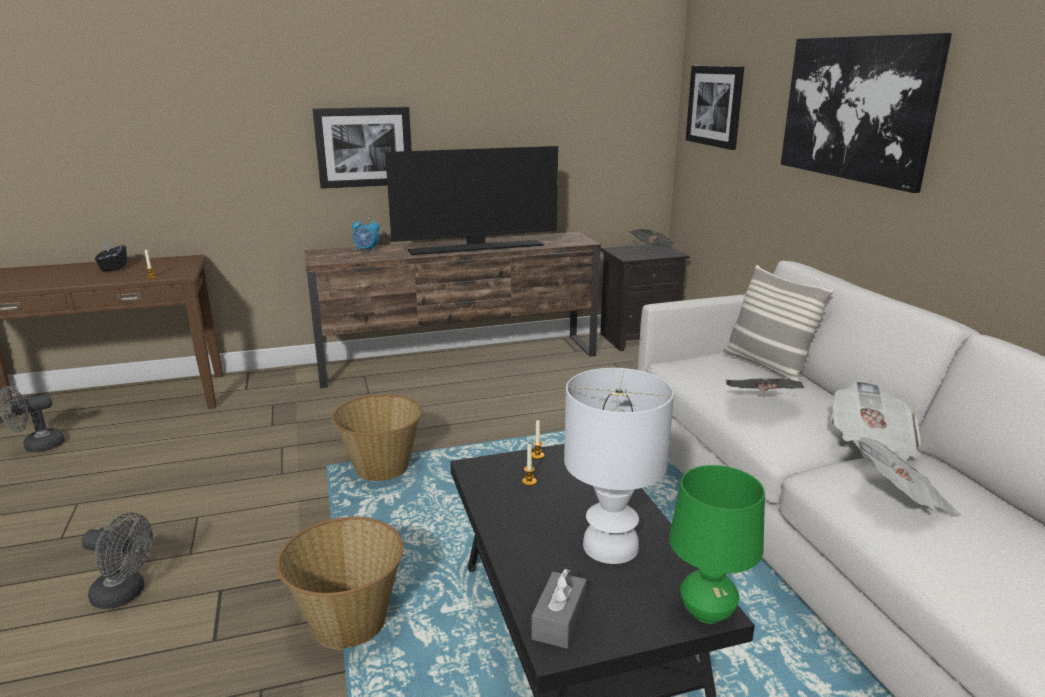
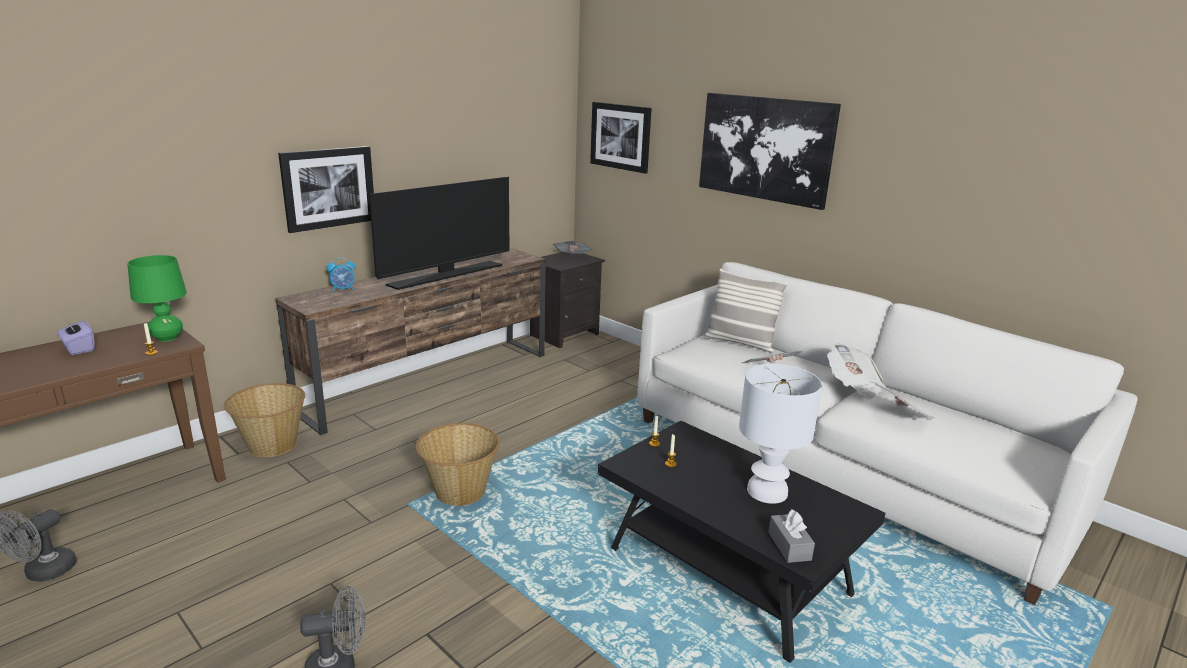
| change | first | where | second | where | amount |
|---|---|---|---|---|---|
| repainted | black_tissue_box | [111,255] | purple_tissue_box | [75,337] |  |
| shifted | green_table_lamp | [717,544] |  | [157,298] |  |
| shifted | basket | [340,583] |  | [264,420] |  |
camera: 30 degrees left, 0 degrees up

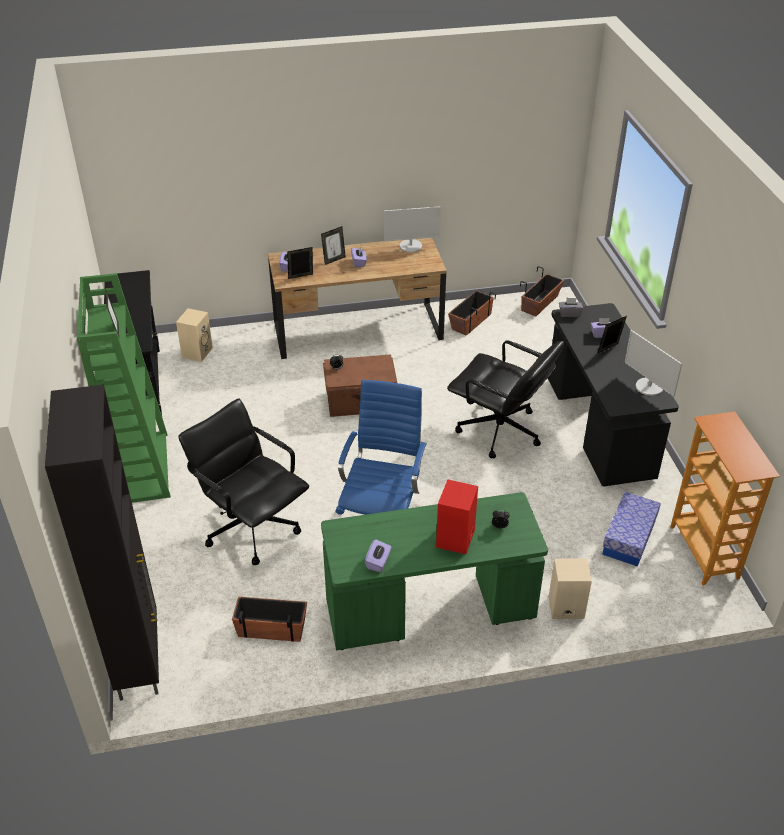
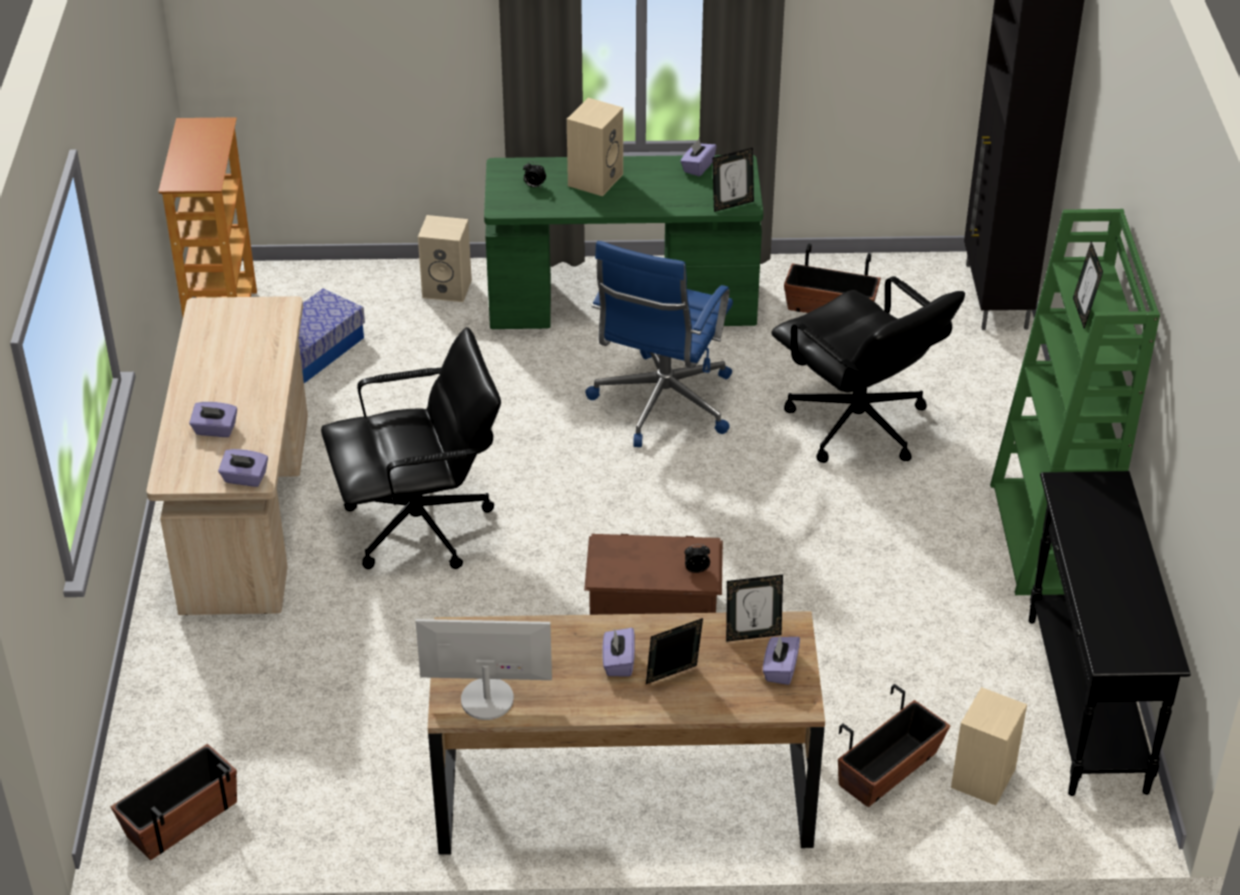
| change | first | where | second | where | amount |
|---|---|---|---|---|---|
| shifted | planter | [472,313] |  | [894,745] |  |
| repainted | grey_tissue_box | [571,307] | purple_tissue_box | [243,468] |  |
| repainted | black_desk | [613,394] | beige_desk | [227,455] |  |
| shifted | picture_frame | [612,334] |  | [733,180] |  |
| gone | monitor | [653,363] |  |  |  |
| rotated | black_office_chair | [505,399] |  | [411,448] | 120 degrees clockwise |
| repainted | red_speaker | [457,516] | beige_speaker | [595,147] |  |
camera: 170 degrees left, 0 degrees up

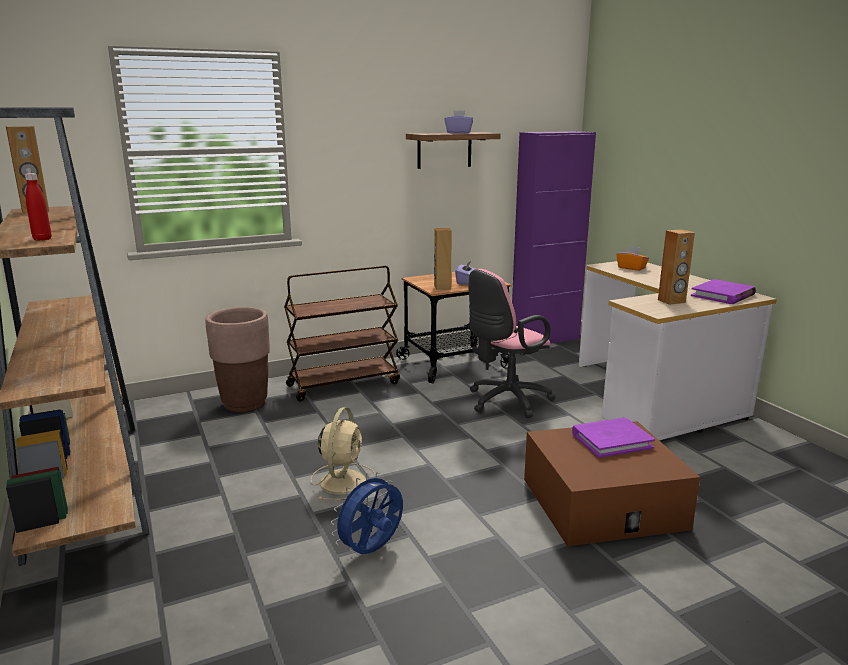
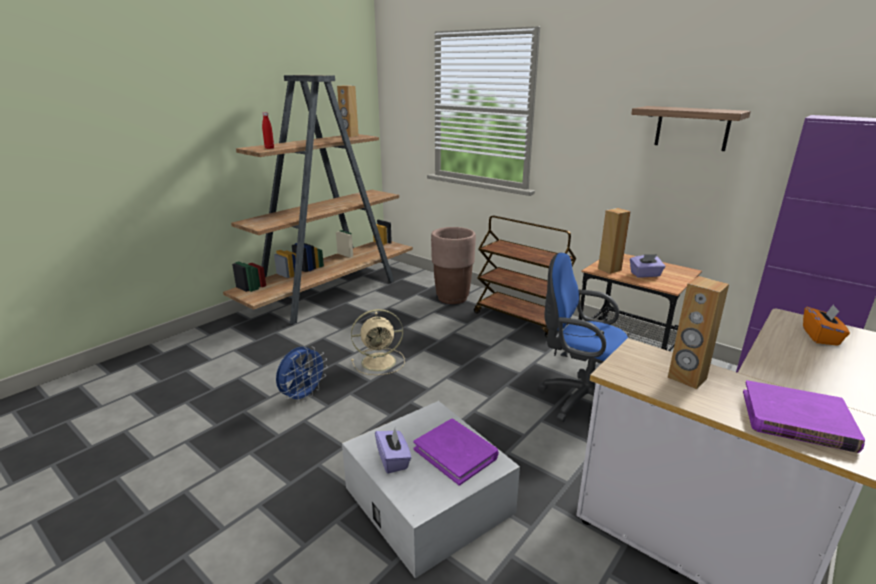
| change | first | where | second | where | amount |
|---|---|---|---|---|---|
| shifted | purple_tissue_box | [459,121] |  | [393,450] |  |
| repainted | pink_office_chair | [512,343] | blue_office_chair | [583,337] |  |
| repainted | brown_storage_box | [612,483] | white_storage_box | [431,489] |  |
| rotated | blue_fan | [367,513] |  | [302,374] | 105 degrees clockwise |
camera: 65 degrees right, 5 degrees up

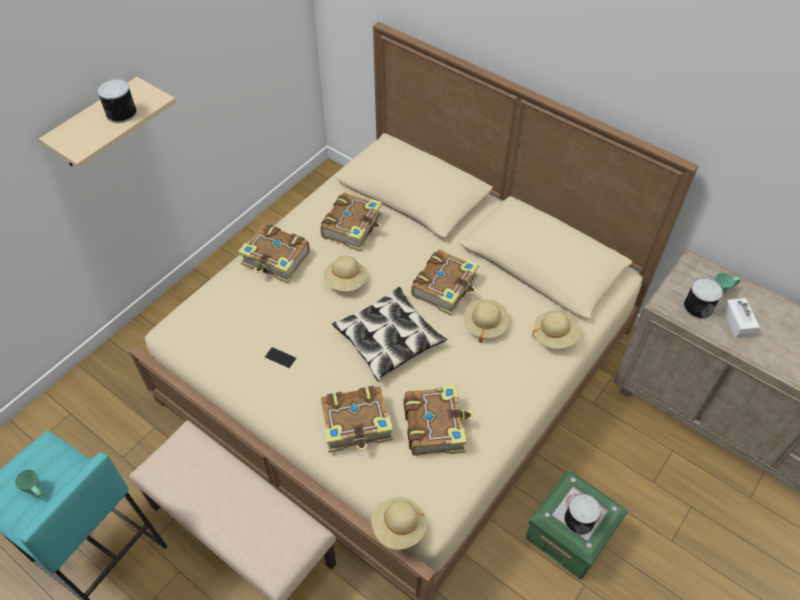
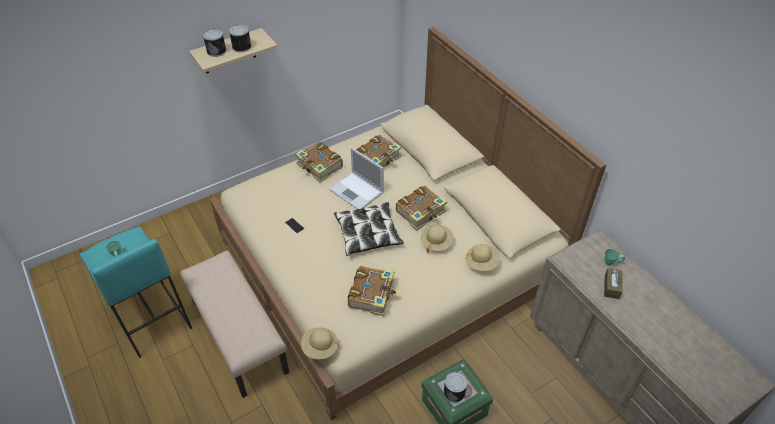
| change | first | where | second | where | amount |
|---|---|---|---|---|---|
| swapped | beige_hat | [345,273] | laptop | [356,178] |  |
| shifted | can | [703,298] |  | [214,43] |  |
| repainted | white_tissue_box | [741,318] | brown_tissue_box | [613,283] |  |
| gone | book | [357,419] |  |  |  |
camera: 20 degrees right, 5 degrees down

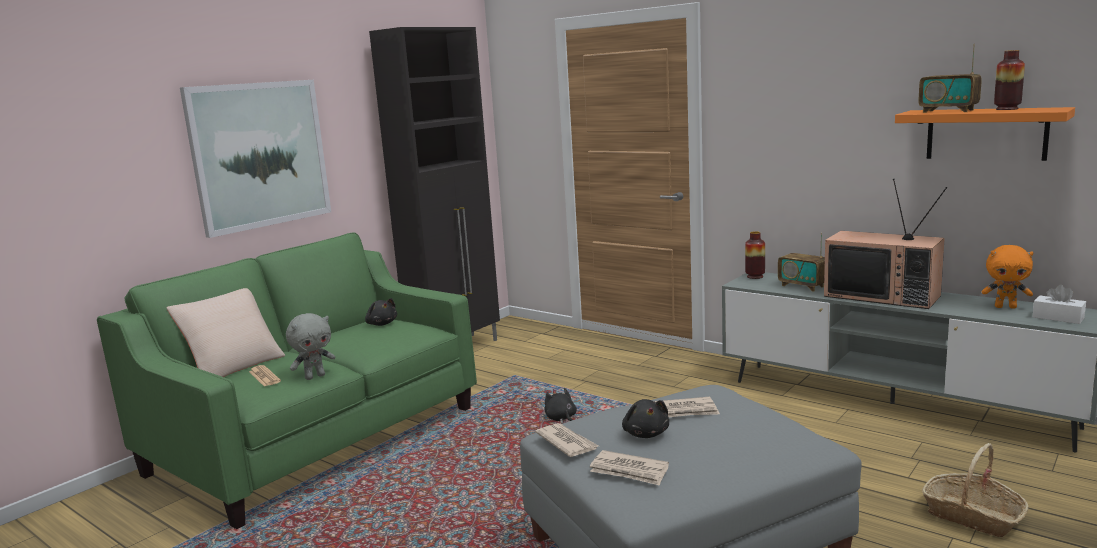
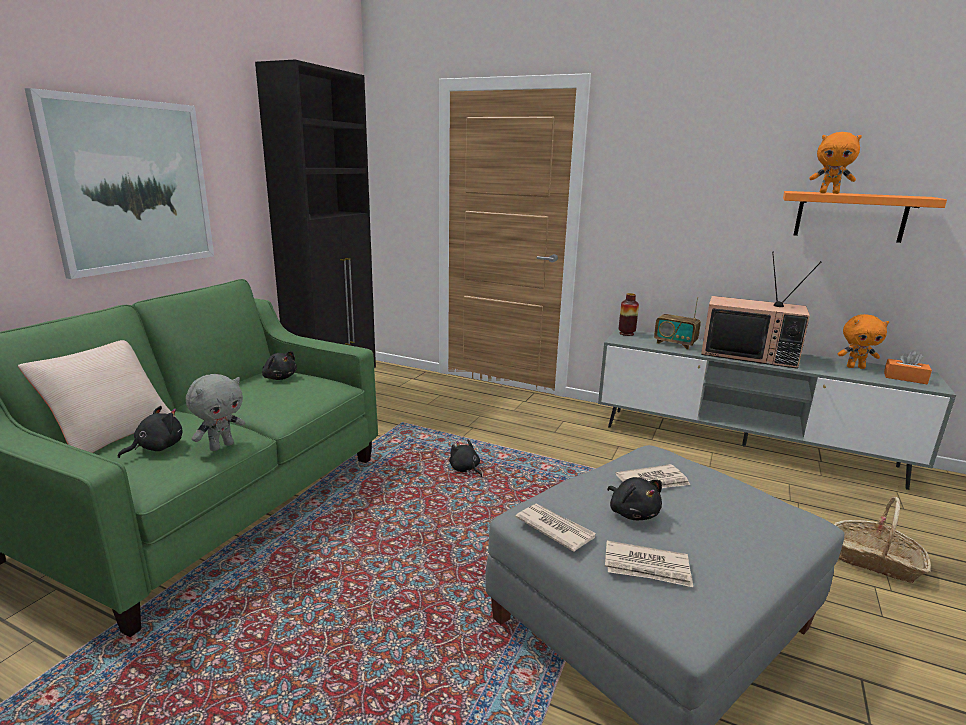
| change | first | where | second | where | amount |
|---|---|---|---|---|---|
| swapped | radio | [950,78] | orange_plush_toy | [835,163] |  |
| gone | vase | [1009,80] |  |  |  |
| repainted | white_tissue_box | [1059,304] | orange_tissue_box | [908,367] |  |
| swapped | newspaper | [265,376] | black_plush_toy | [150,432] |  |
camera: 15 degrees left, 5 degrees up

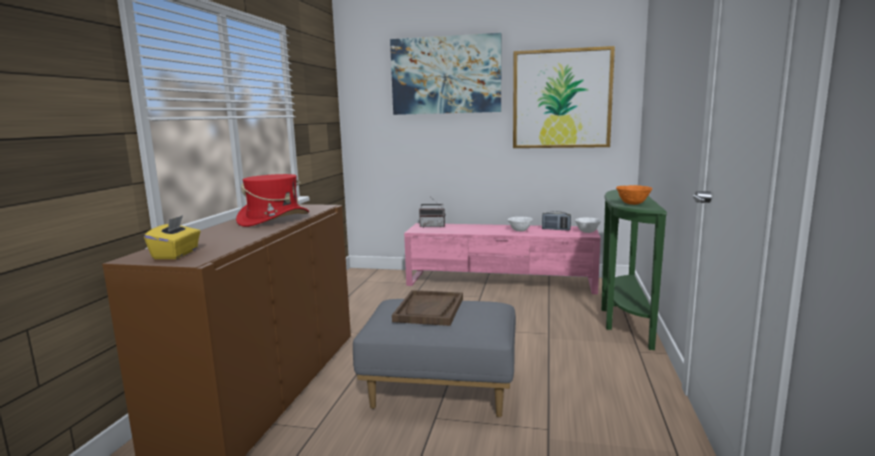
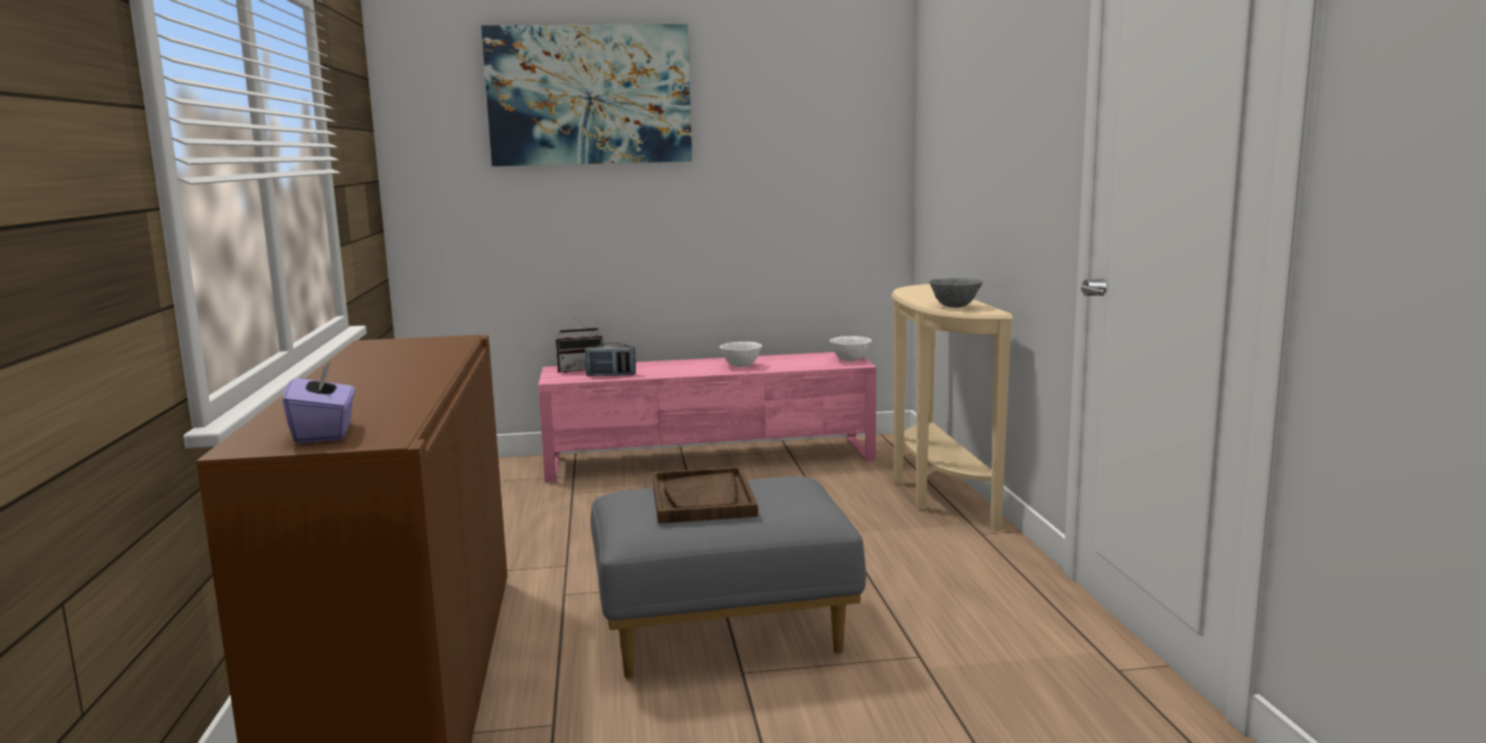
| change | first | where | second | where | amount |
|---|---|---|---|---|---|
| gone | picture | [564,97] |  |  |  |
| gone | red_hat | [272,200] |  |  |  |
| repainted | orange_bowl | [634,195] | grey_bowl | [956,293] |  |
| repainted | green_console_table | [634,270] | beige_console_table | [952,406] |  |
| shifted | radio | [556,221] |  | [610,359] |  |
| repainted | yellow_tissue_box | [172,237] | purple_tissue_box | [319,402] |  |
camera: 20 degrees left, 0 degrees up

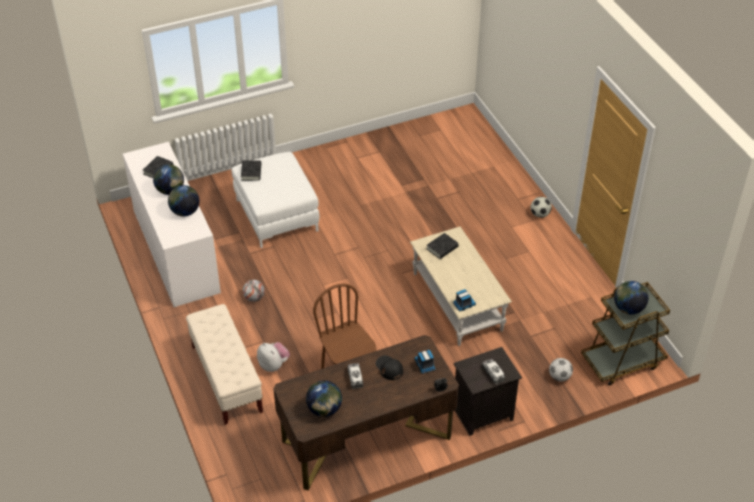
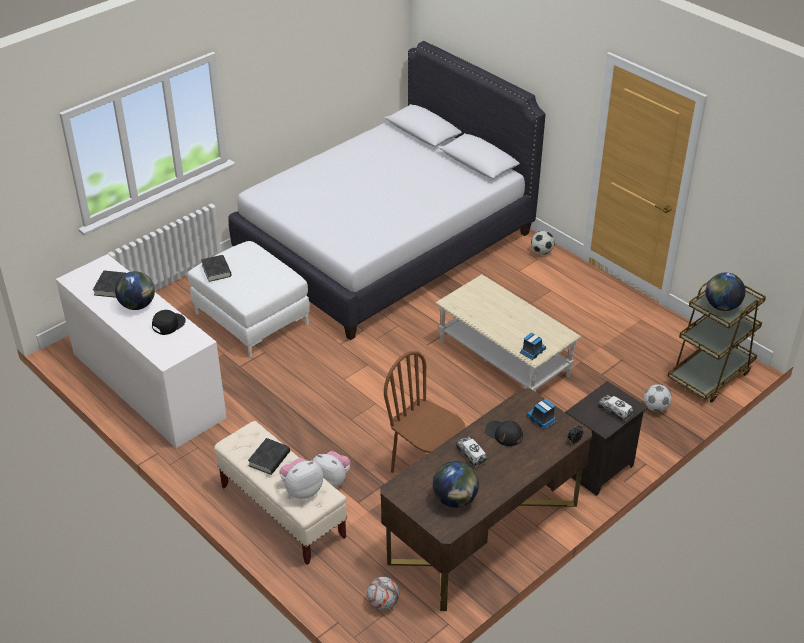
| change | first | where | second | where | amount |
|---|---|---|---|---|---|
| swapped | globe | [183,200] | black_cap | [169,322] |  |
| shifted | black_book | [443,246] |  | [269,456] |  |
| shifted | football | [254,291] |  | [383,593] |  |
| new |  |  | white_bed | [387,190] |  |
| new |  |  | plush_toy | [301,478] |  |
camera: 20 degrees left, 5 degrees down

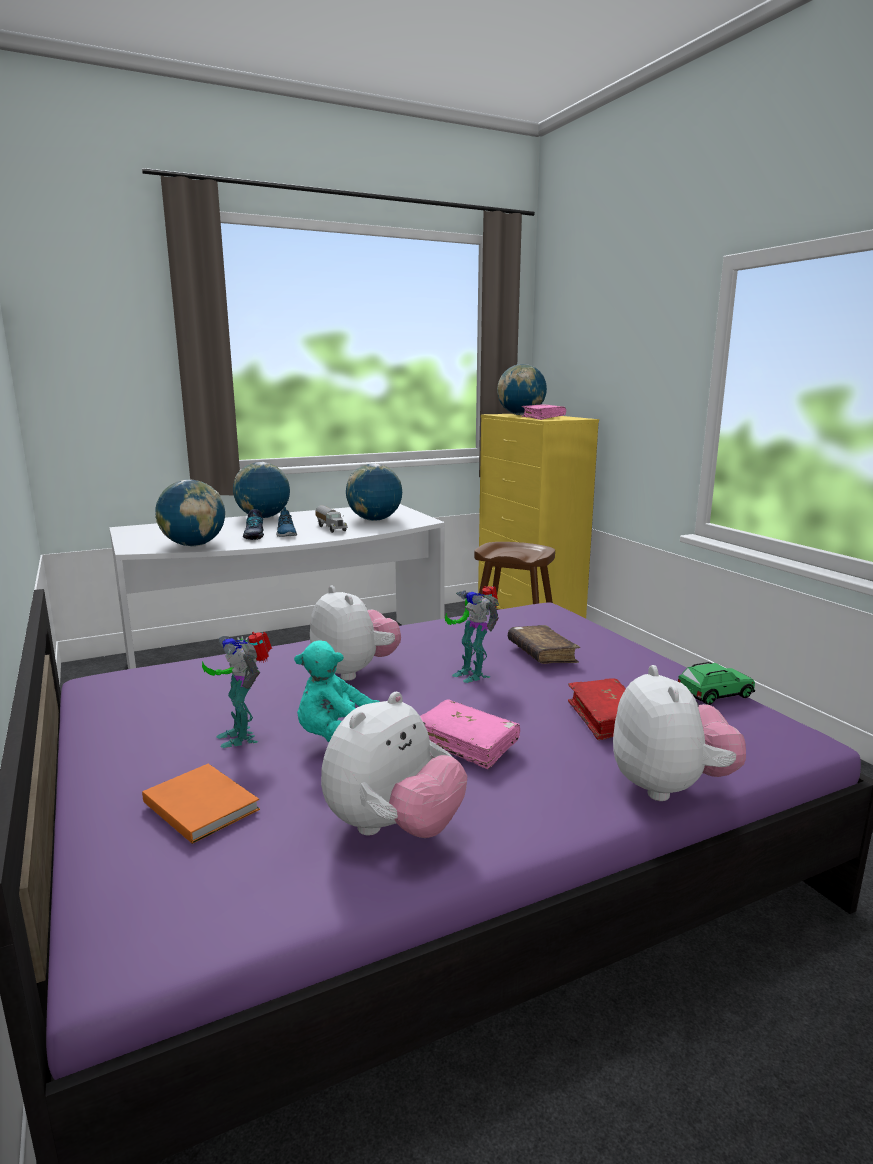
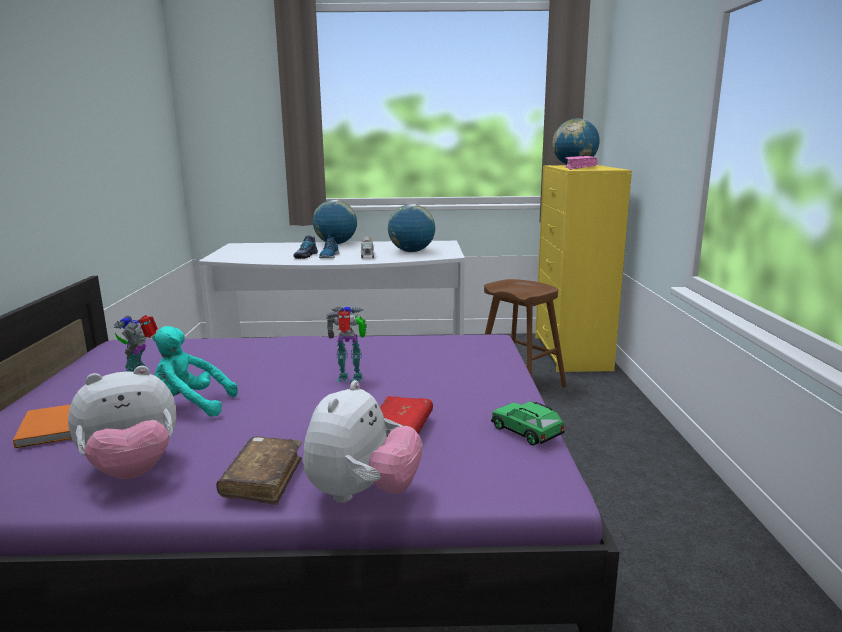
| change | first | where | second | where | amount |
|---|---|---|---|---|---|
| gone | globe | [190,513] |  |  |  |
| gone | plush_toy | [355,633] |  |  |  |
| rotated | toy_robot | [472,634] |  | [346,344] | 105 degrees clockwise |
| shifted | brown_book | [544,644] |  | [259,471] |  |
| rotated | green_toy_car | [716,683] |  | [528,423] | 135 degrees counterclockwise |
| gone | pink_book | [470,734] |  |  |  |
camera: 25 degrees right, 0 degrees up

